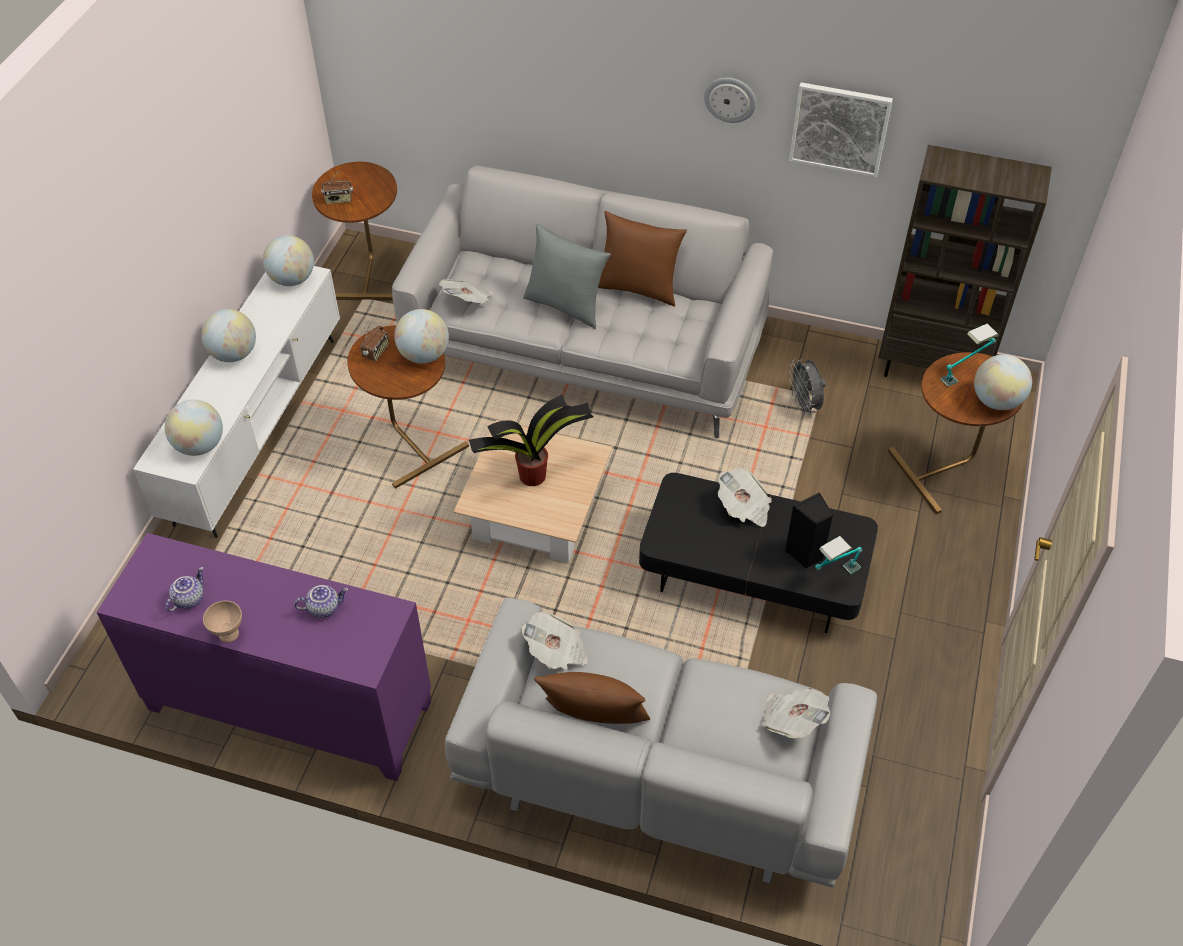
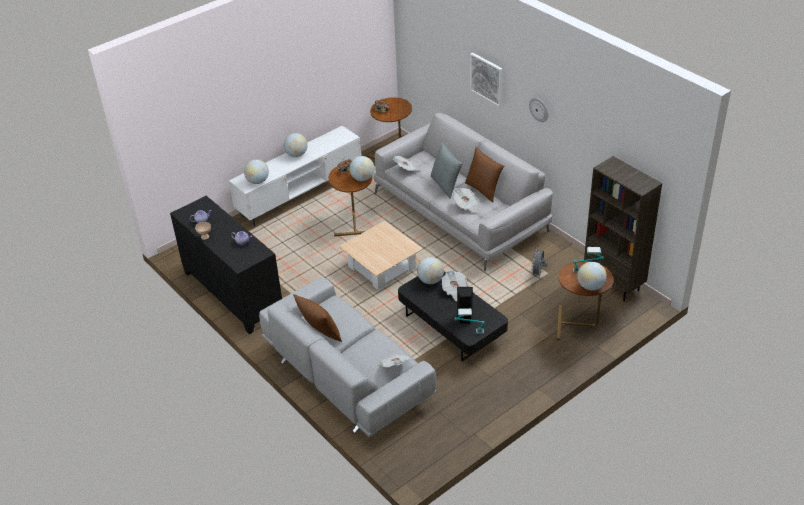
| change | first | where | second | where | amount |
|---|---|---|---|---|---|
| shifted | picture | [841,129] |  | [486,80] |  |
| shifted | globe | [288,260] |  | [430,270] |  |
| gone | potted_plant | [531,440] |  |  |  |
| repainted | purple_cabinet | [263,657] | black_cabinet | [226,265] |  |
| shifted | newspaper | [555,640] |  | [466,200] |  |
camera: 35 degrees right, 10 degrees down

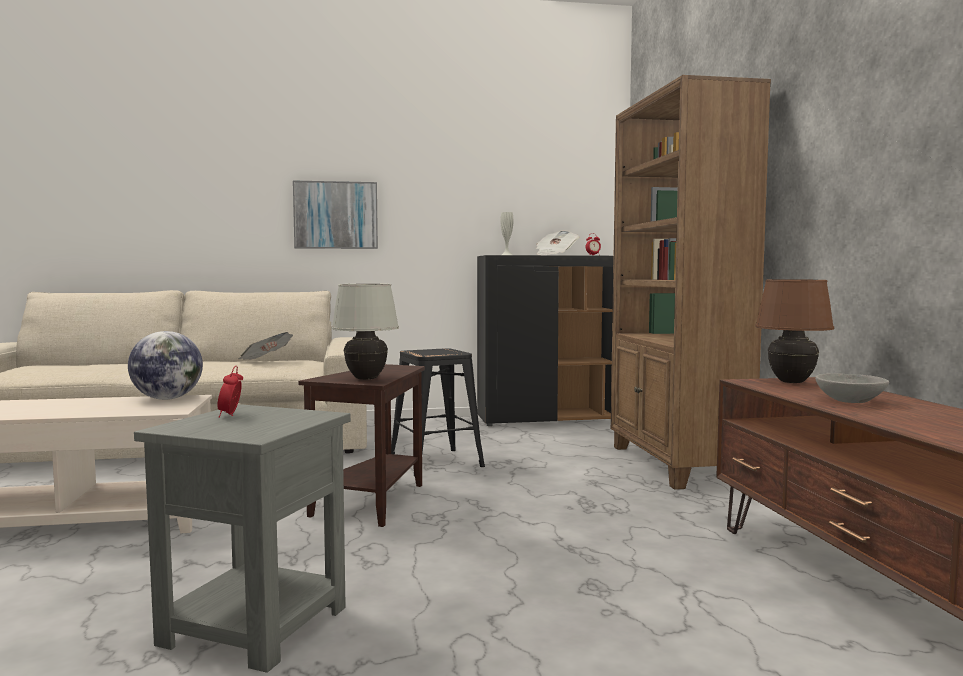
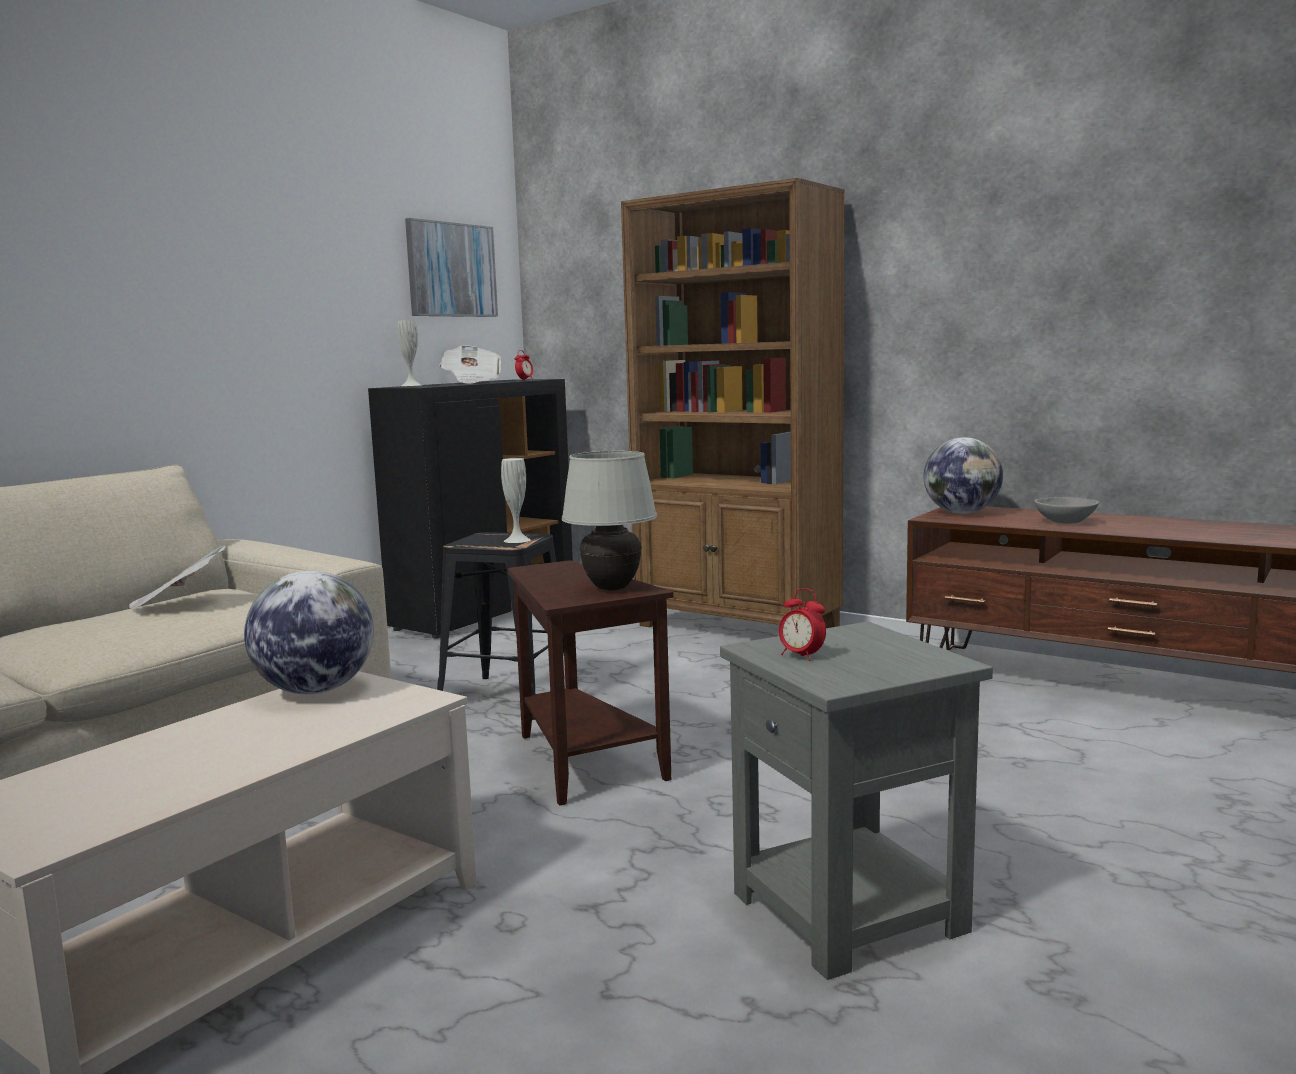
| change | first | where | second | where | amount |
|---|---|---|---|---|---|
| shifted | picture | [335,215] |  | [451,267] |  |
| swapped | brown_table_lamp | [794,331] | globe | [963,475] |  |
| new |  |  | white_vase | [516,500] |  |
camera: 45 degrees left, 5 degrees up

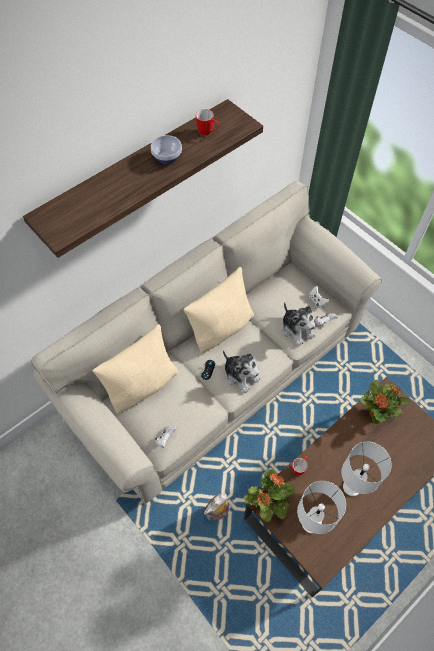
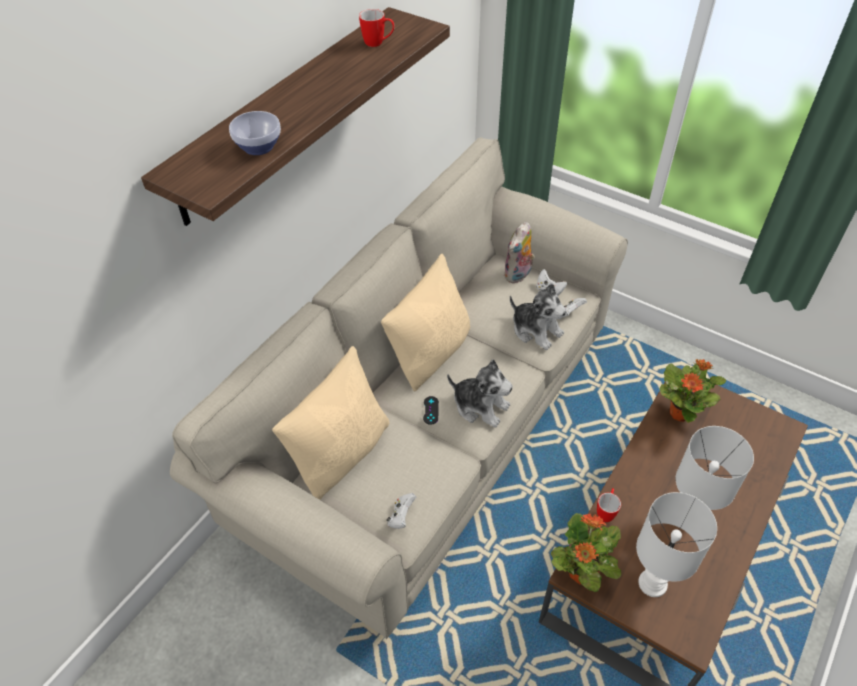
| change | first | where | second | where | amount |
|---|---|---|---|---|---|
| shifted | bowl | [166,149] |  | [255,133] |  |
| shifted | plush_toy | [216,507] |  | [519,253] |  |
camera: 15 degrees left, 10 degrees down

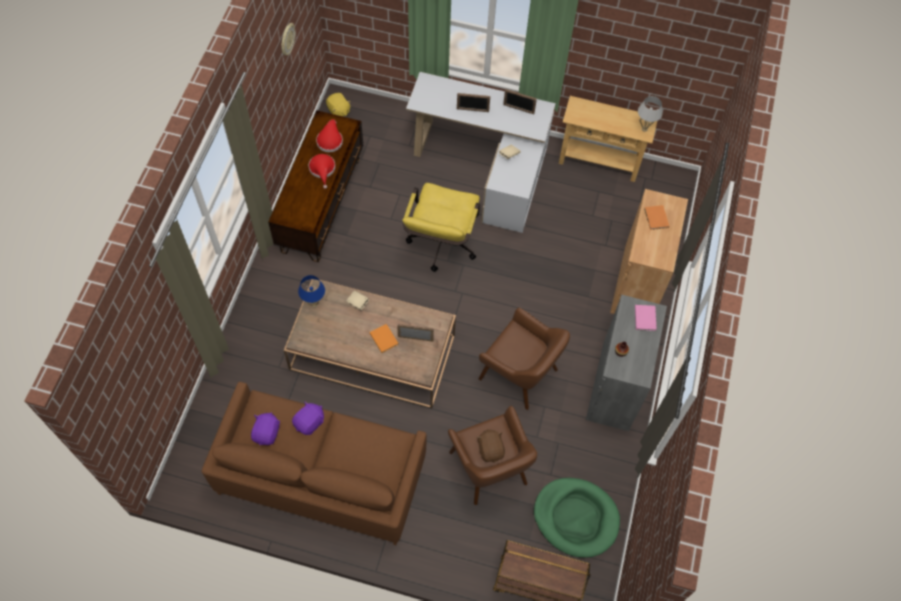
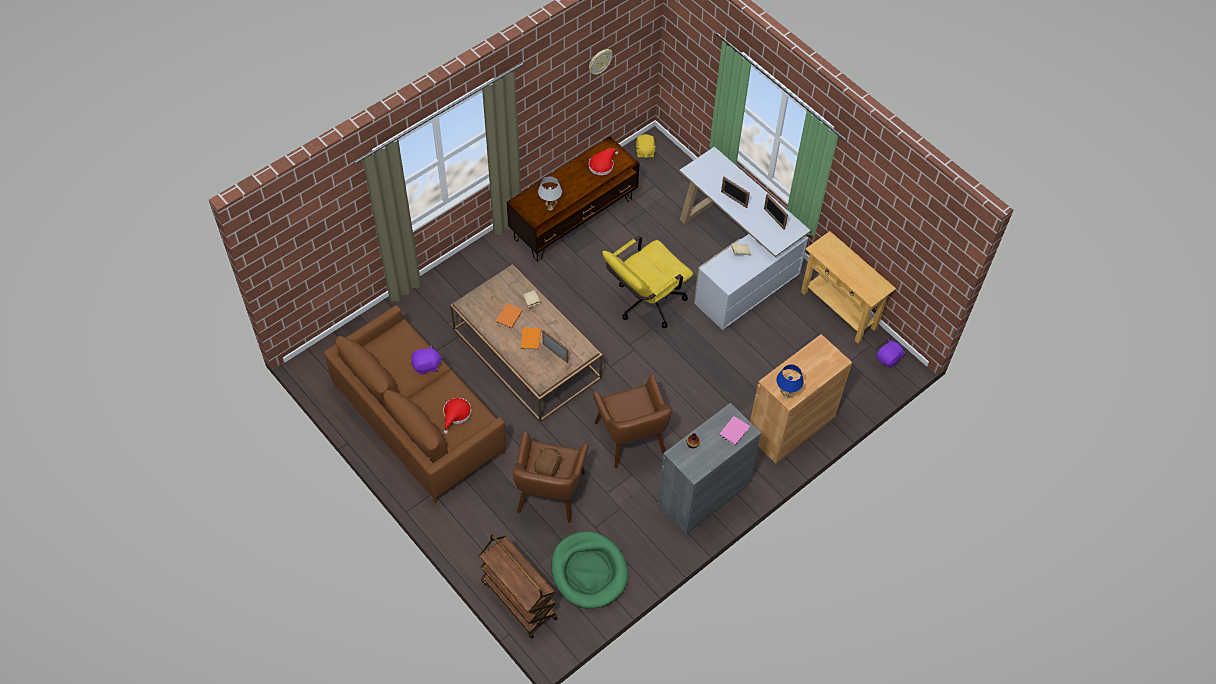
| change | first | where | second | where | amount |
|---|---|---|---|---|---|
| shifted | white_table_lamp | [650,114] |  | [550,193] |  |
| shifted | red_hat | [322,171] |  | [457,416] |  |
| shifted | orange_book | [656,217] |  | [509,316] |  |
| shifted | blue_table_lamp | [311,291] |  | [790,382] |  |
| shifted | purple_plush_toy | [265,428] |  | [891,353] |  |
camera: 35 degrees right, 5 degrees down

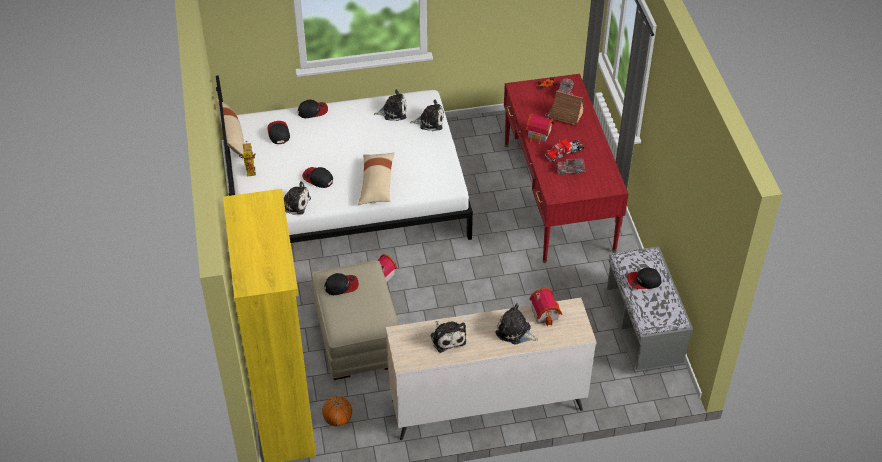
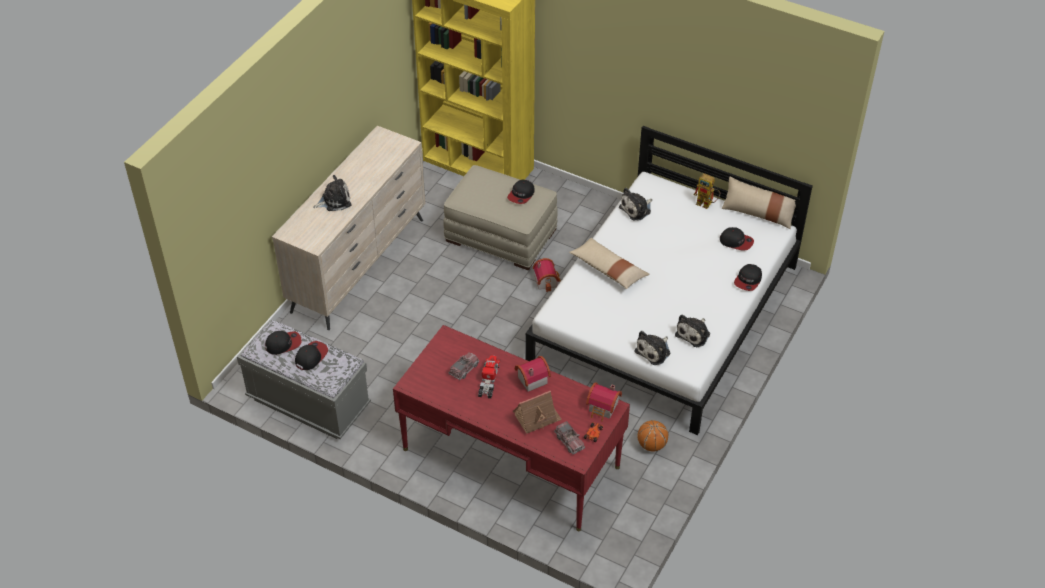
| change | first | where | second | where | amount |
|---|---|---|---|---|---|
| shifted | cap | [317,177] |  | [283,343] |  |
| shifted | toy_house | [546,307] |  | [604,402] |  |
| gone | plush_toy | [448,337] |  |  |  |
| shifted | basketball | [337,411] |  | [652,436] |  |
camera: 130 degrees right, 0 degrees up

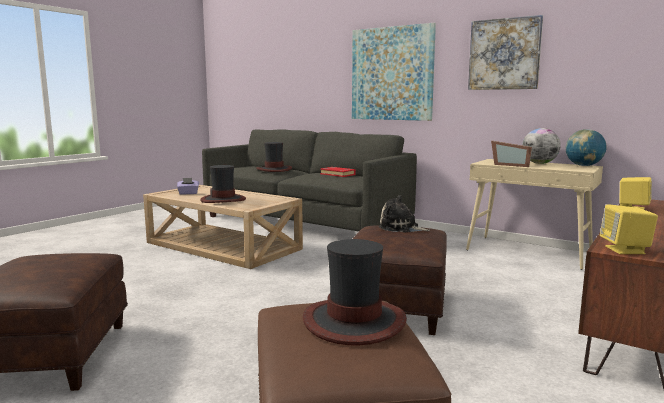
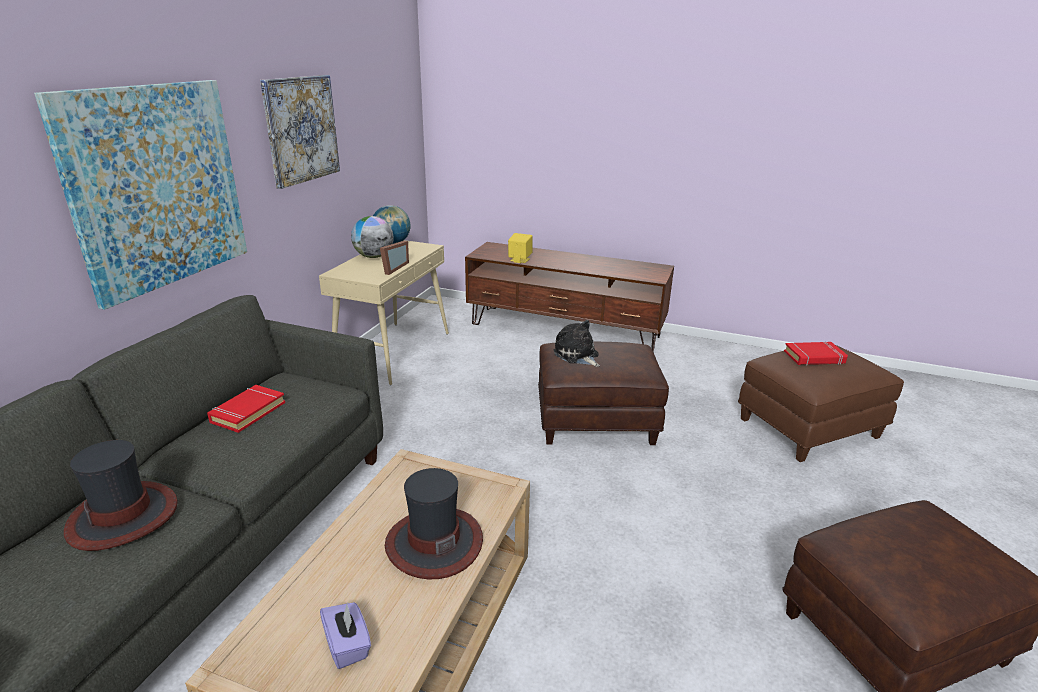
| change | first | where | second | where | amount |
|---|---|---|---|---|---|
| rotated | plush_toy | [404,213] |  | [577,343] | 135 degrees clockwise |
| gone | yellow_speaker | [629,229] |  |  |  |
| swapped | hat | [355,292] | red_book | [816,354] |  |
camera: 105 degrees left, 15 degrees up

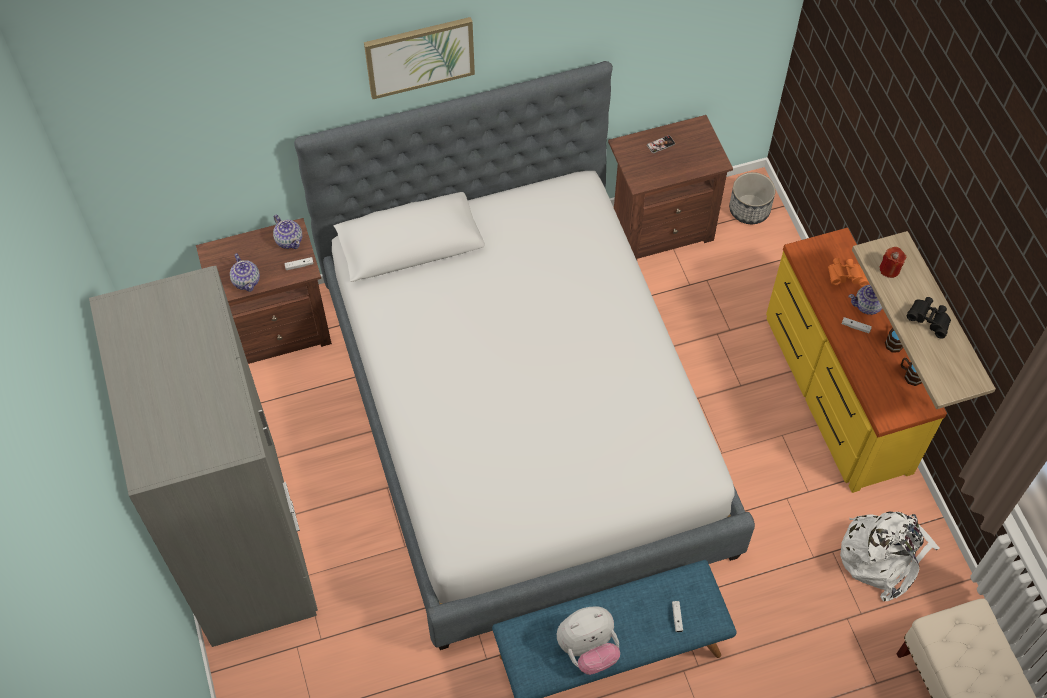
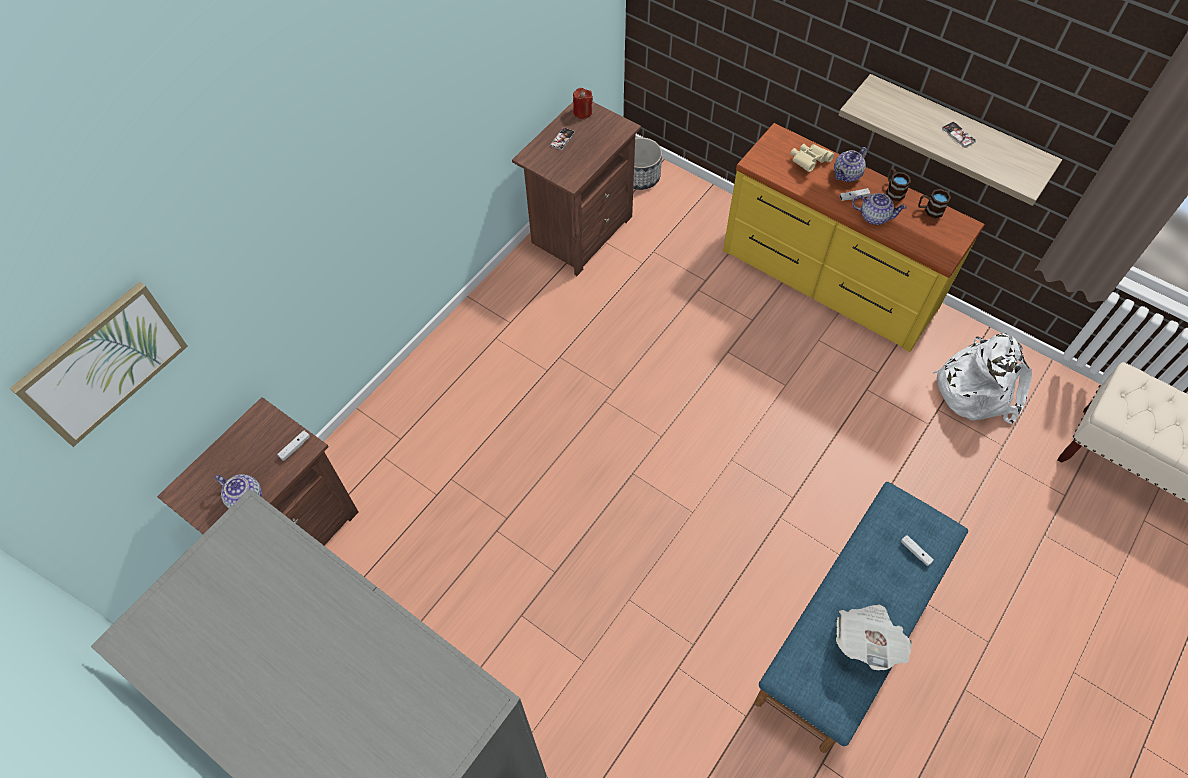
| change | first | where | second | where | amount |
|---|---|---|---|---|---|
| shifted | picture | [419,58] |  | [99,364] |  |
| gone | bed | [524,355] |  |  |  |
| shifted | teapot | [287,232] |  | [879,209] |  |
| shifted | red_candle | [893,262] |  | [583,103] |  |
| repainted | orange_binoculars | [848,272] | beige_binoculars | [812,158] |  |
| swapped | black_binoculars | [929,318] | phone | [959,135] |  |
| swapped | plush_toy | [588,640] | newspaper | [874,637] |  |
camera: 35 degrees left, 0 degrees up

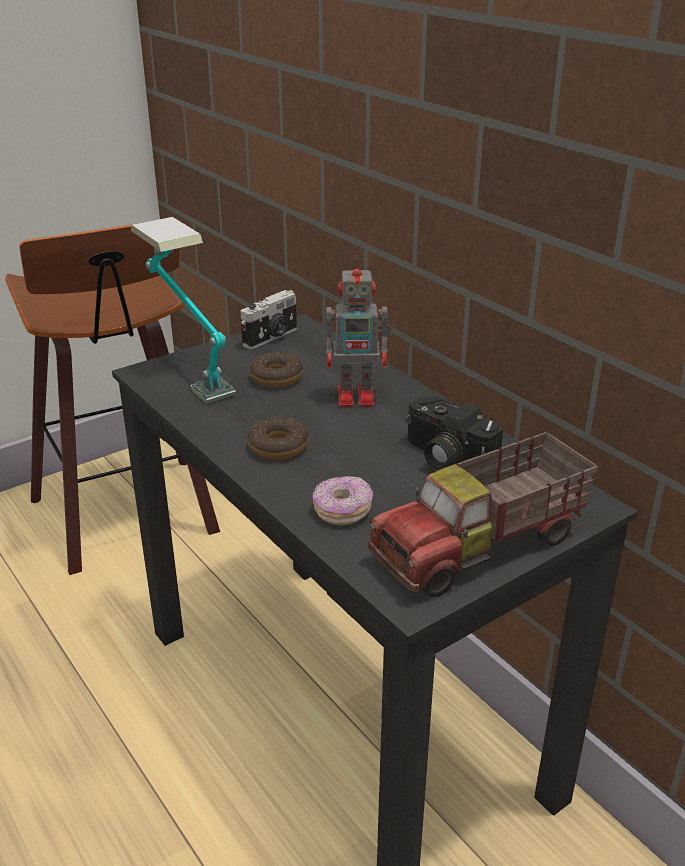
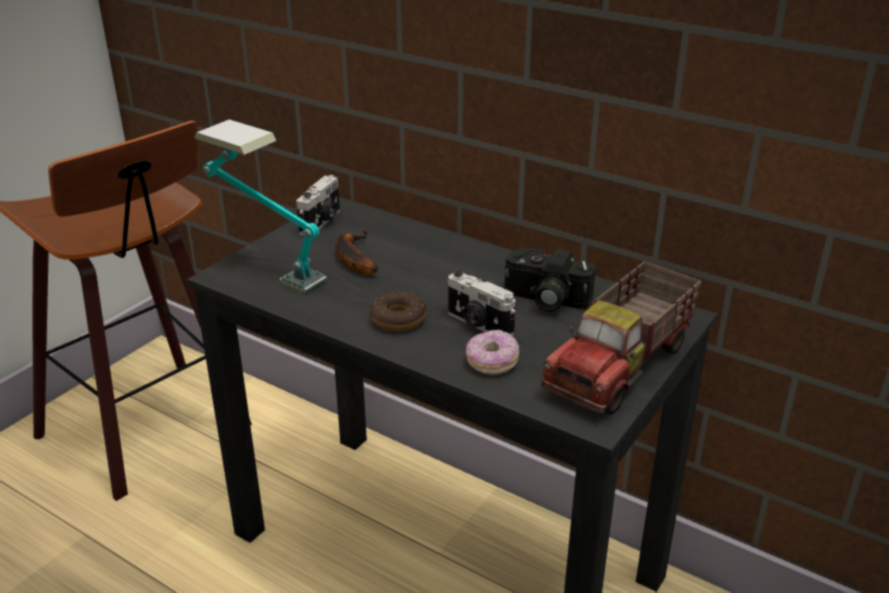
| change | first | where | second | where | amount |
|---|---|---|---|---|---|
| gone | toy_robot | [359,331] |  |  |  |
| swapped | donut | [276,370] | banana | [356,252] |  |
| new |  |  | photo_camera | [482,303] |  |
camera: 20 degrees left, 0 degrees up

